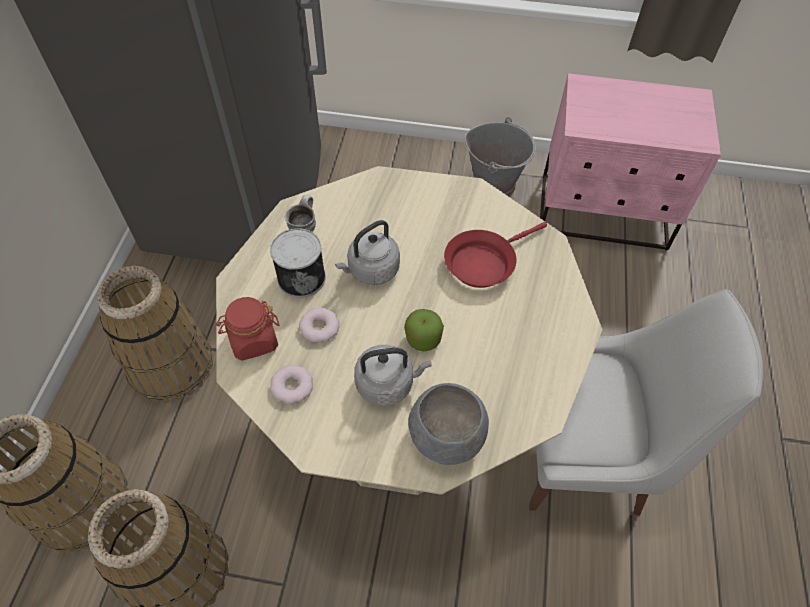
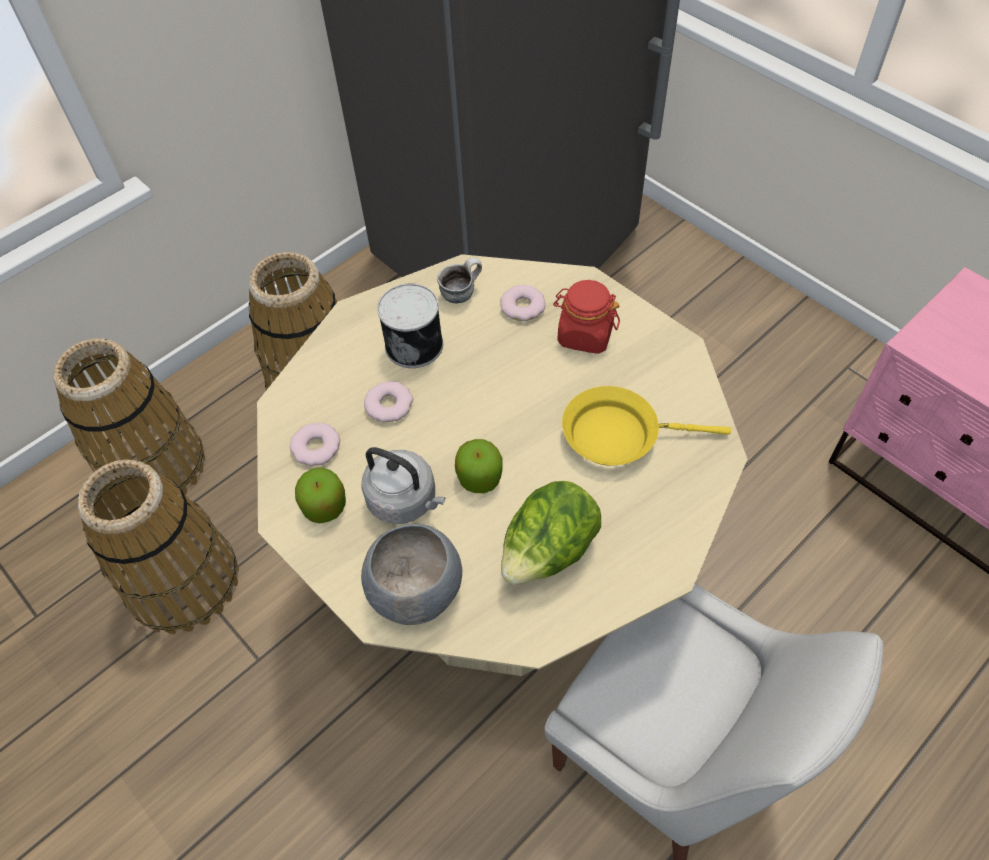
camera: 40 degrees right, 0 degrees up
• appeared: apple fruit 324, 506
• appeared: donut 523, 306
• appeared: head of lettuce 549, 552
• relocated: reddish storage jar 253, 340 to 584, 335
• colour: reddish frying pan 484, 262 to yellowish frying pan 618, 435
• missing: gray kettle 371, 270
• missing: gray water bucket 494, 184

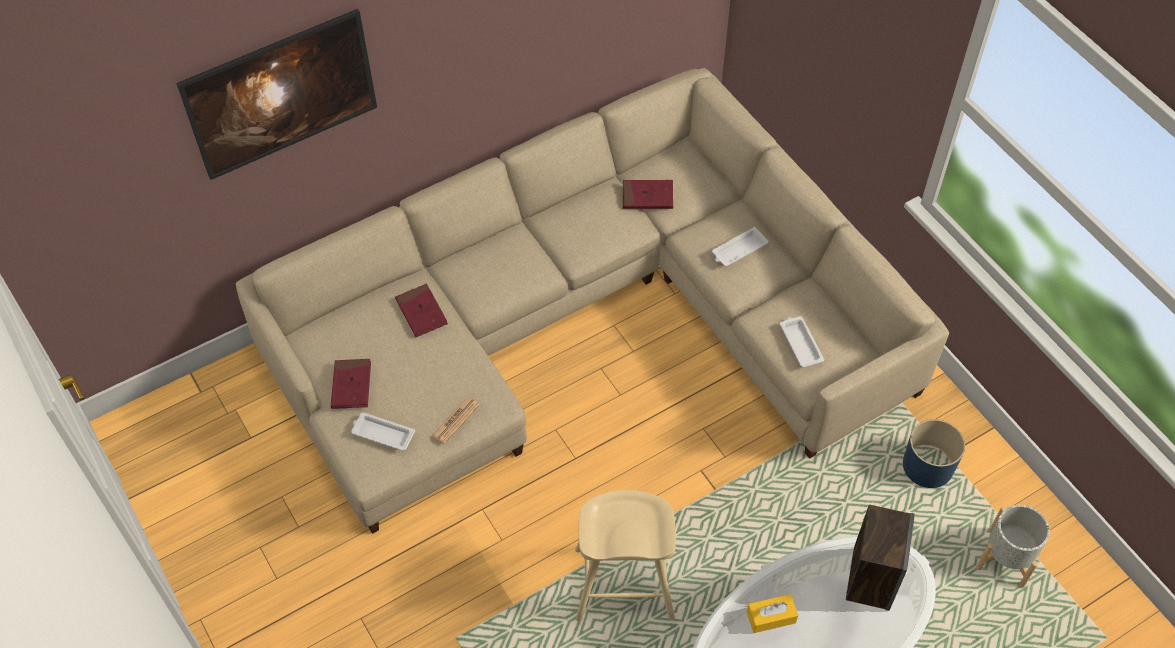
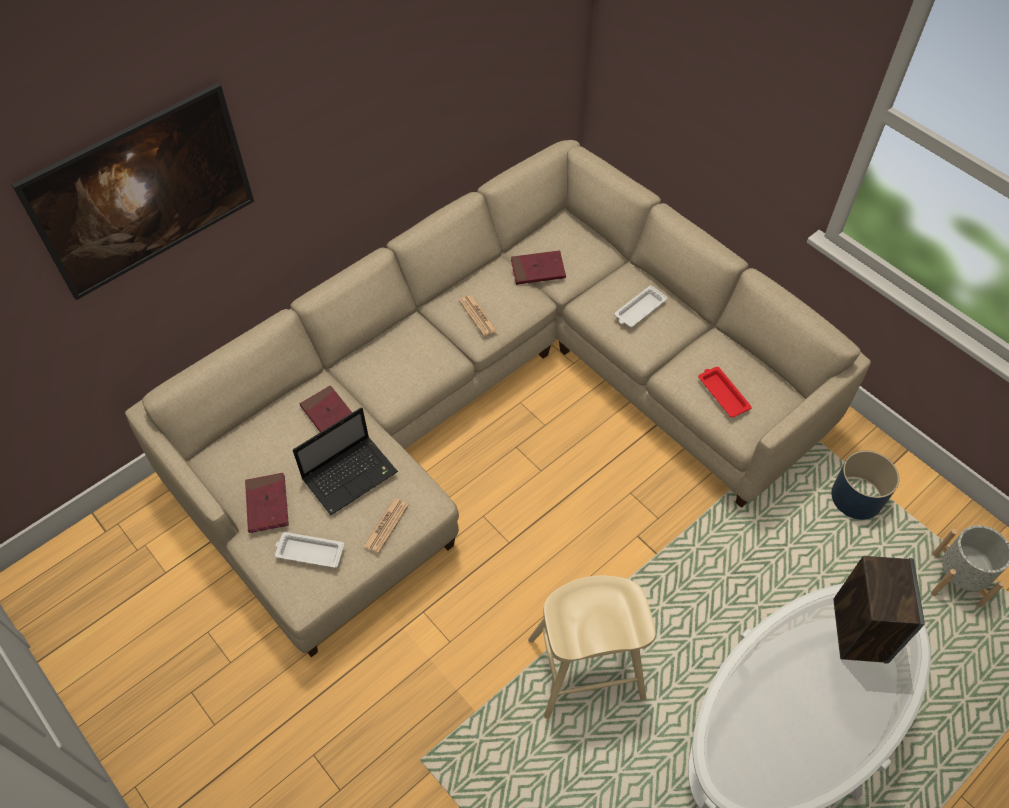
camera: 10 degrees left, 0 degrees up
• appeared: notebook computer 351, 474
• appeared: daily paper 478, 316
• colour: white tray 800, 343 to reddish tray 722, 393
• missing: yellowish tissue holder 771, 617

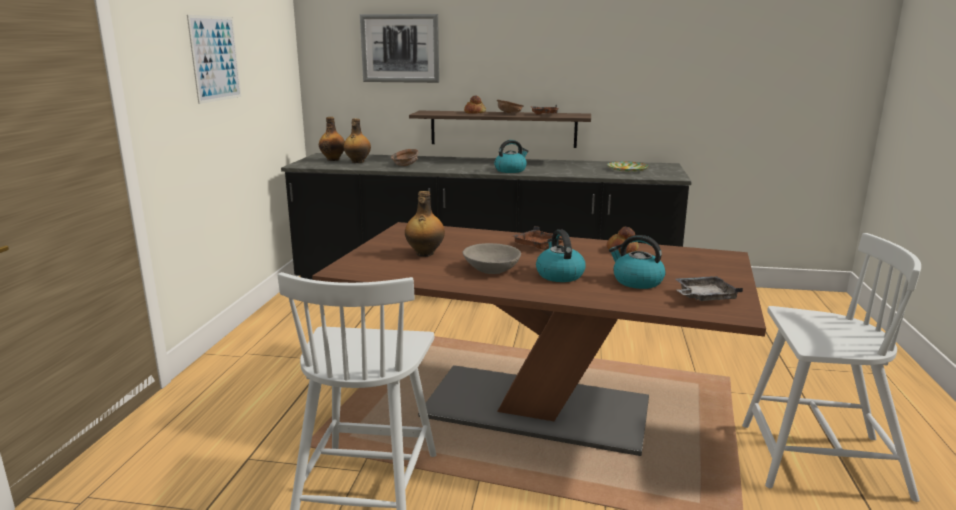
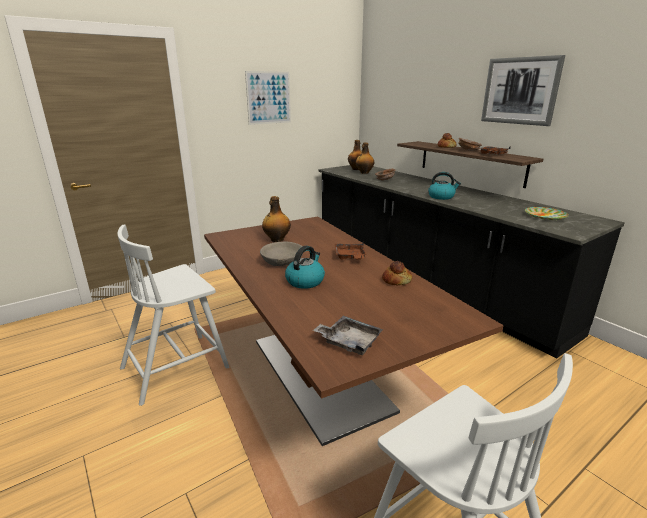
camera: 45 degrees right, 5 degrees up
• relocated: wall picture 400, 48 to 520, 91
• missing: kettle 636, 281

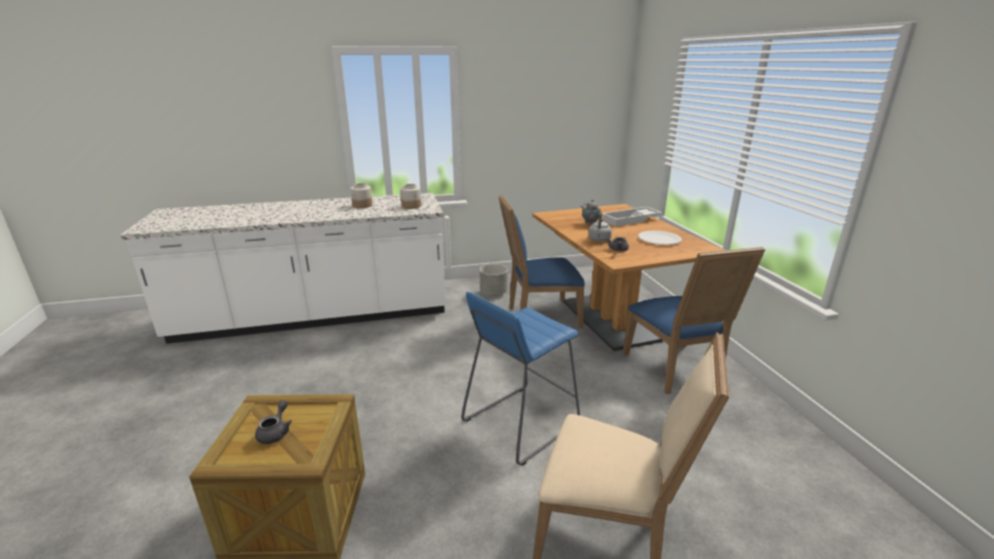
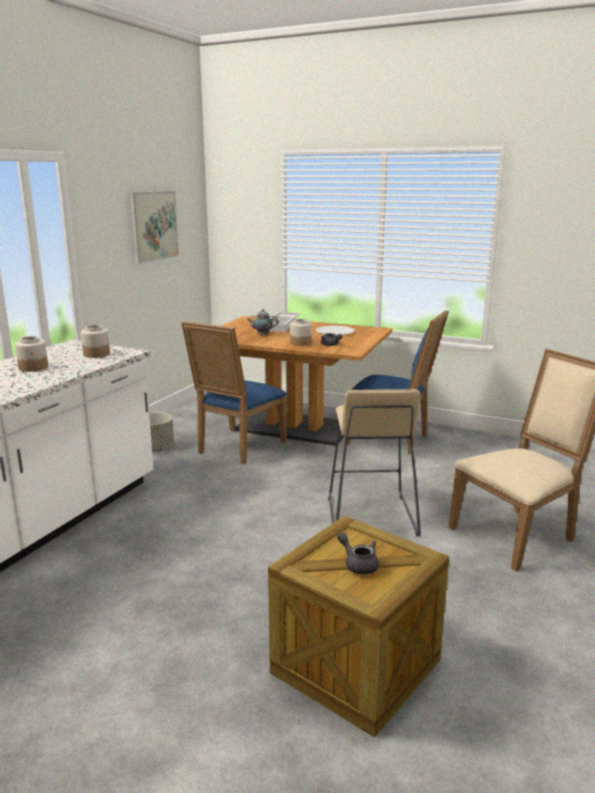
camera: 50 degrees left, 5 degrees down
• appeared: wall picture 154, 226
• exchanged: gray kettle 599, 240 to storage jar 300, 343
• colour: blue stool 520, 423 to sand-coloured stool 370, 516

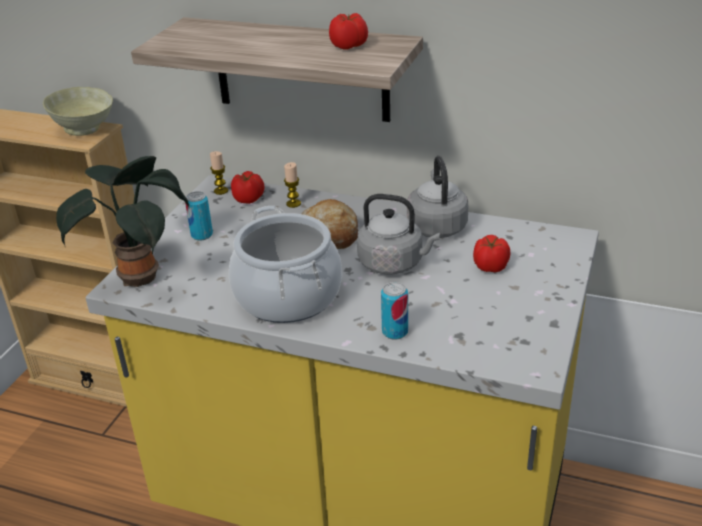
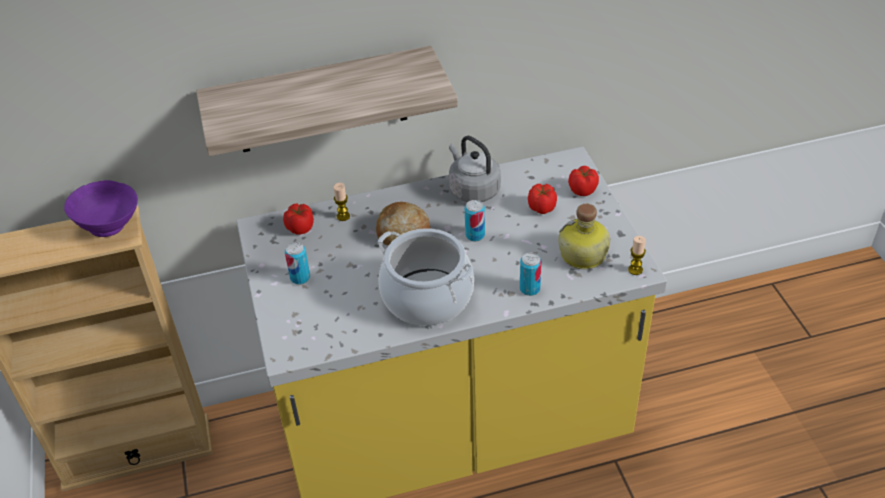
camera: 35 degrees left, 10 degrees up
• colour: sand-coloured bowl 84, 130 to purple bowl 110, 226
• exchanged: gray kettle 394, 263 to metal can 475, 235
• appeared: drink bottle 583, 256
• relocated: fresh tomato 349, 46 to 583, 190
• relocated: wax light 221, 191 to 635, 270
• missing: houseplant 140, 275

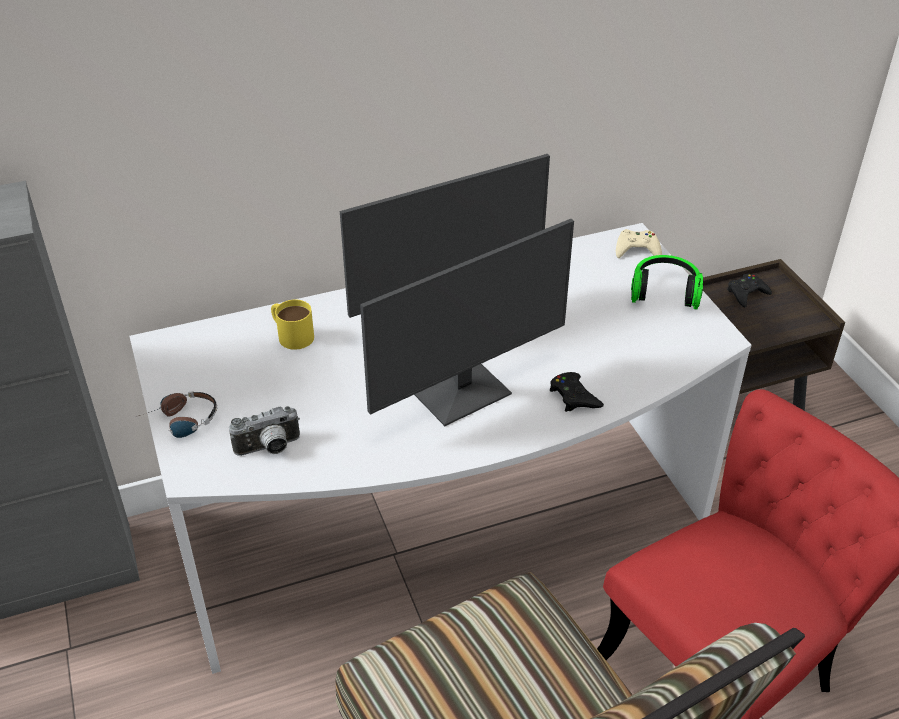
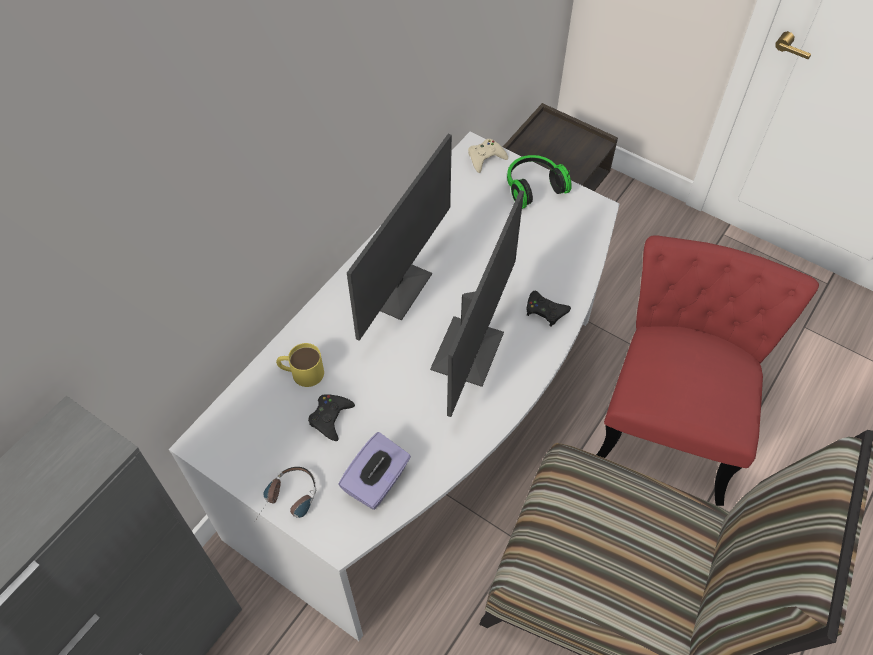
camera: 35 degrees left, 15 degrees up
• relocated: black-coloured game controller 746, 293 to 330, 418
• exchanged: still camera 269, 449 to purple tissue holder 377, 482

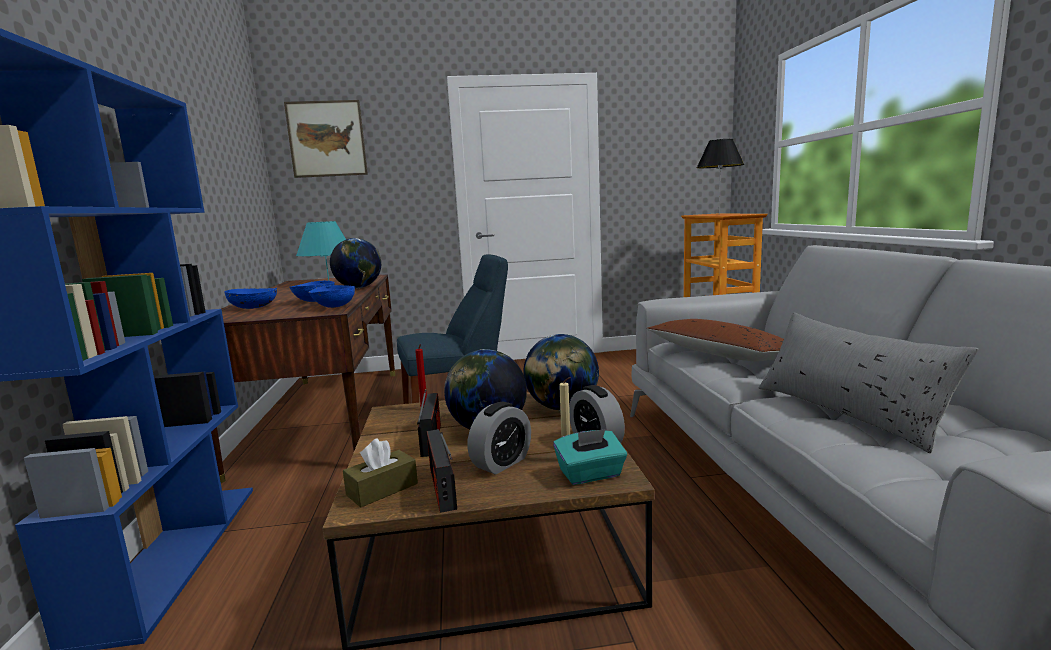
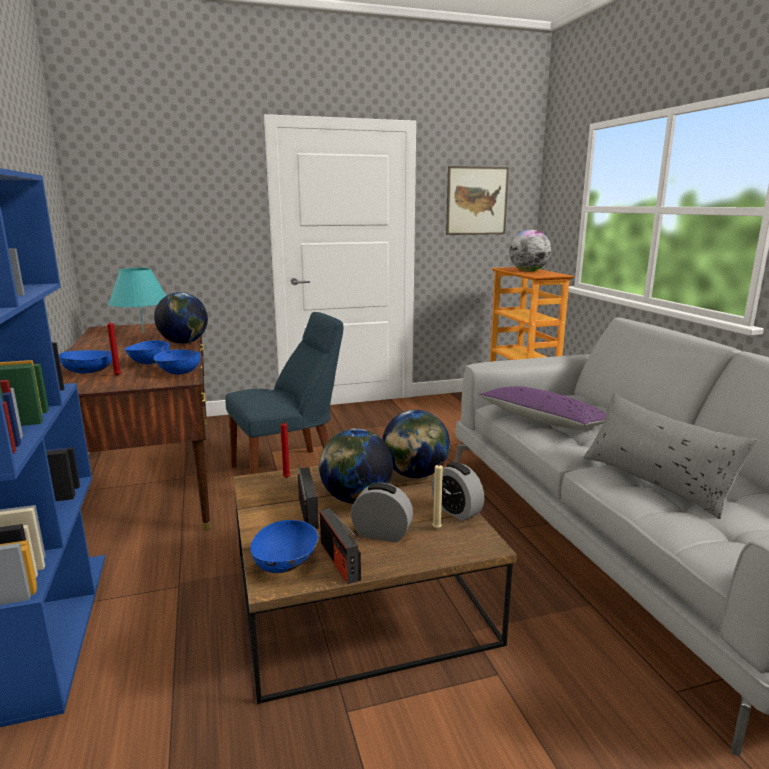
camera: 10 degrees left, 5 degrees up
• appeared: reddish wax light 118, 375
• exchanged: brown-coloured tissue holder 382, 489 to blue bowl 286, 564
• spun: table clock 501, 463 = 382, 534 105 degrees counterclockwise
• relocated: wall picture 327, 139 to 477, 201
• colour: brown-coloured cushion 719, 355 to purple cushion 543, 420
• exchanged: black-coloured lamp for a table 718, 214 to desk globe 528, 271
• missing: turquoise-coloured tissue holder 590, 474

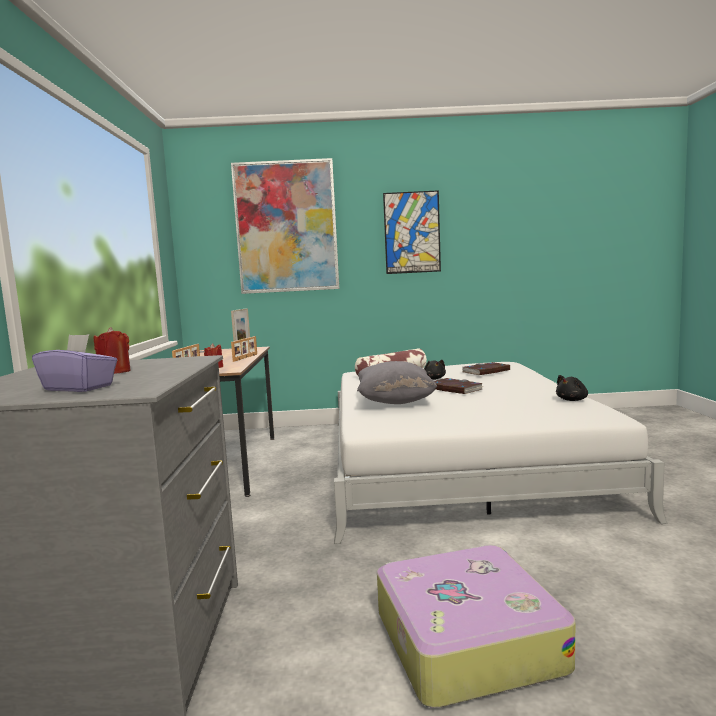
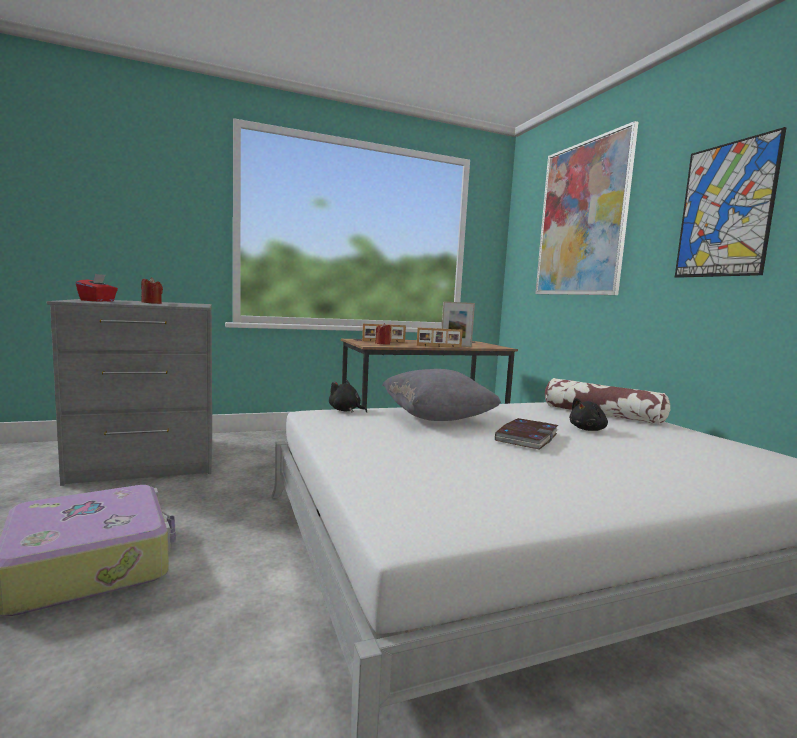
camera: 70 degrees right, 0 degrees up
• colour: purple tissue holder 79, 388 to reddish tissue holder 98, 301
• relocated: black-coloured soft toy 572, 400 to 345, 410
• missing: volume 486, 371

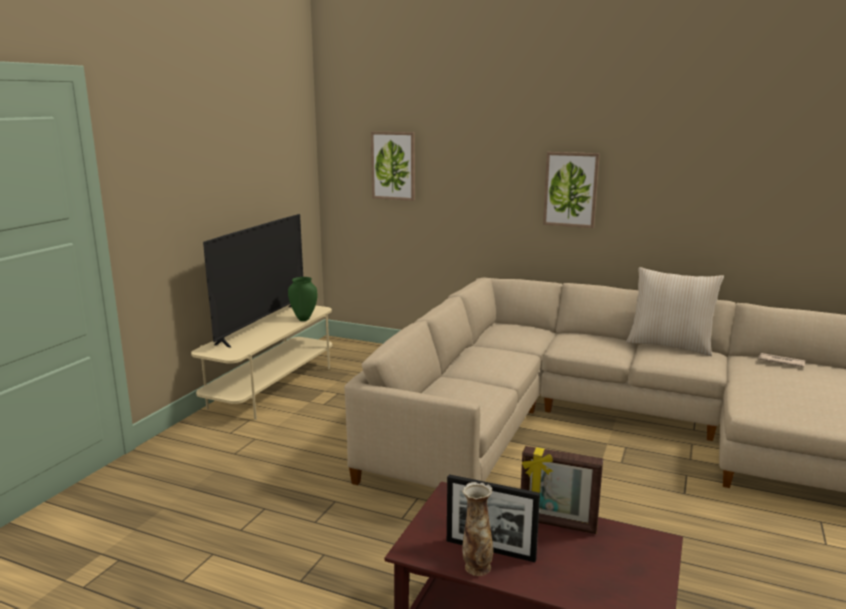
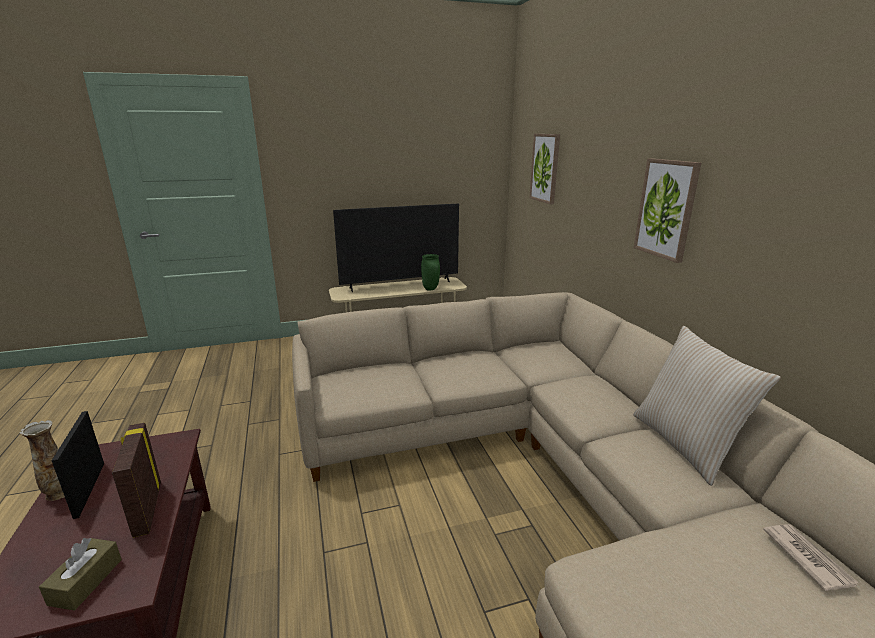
camera: 50 degrees right, 5 degrees up
• appeared: brown-coloured tissue holder 86, 581

